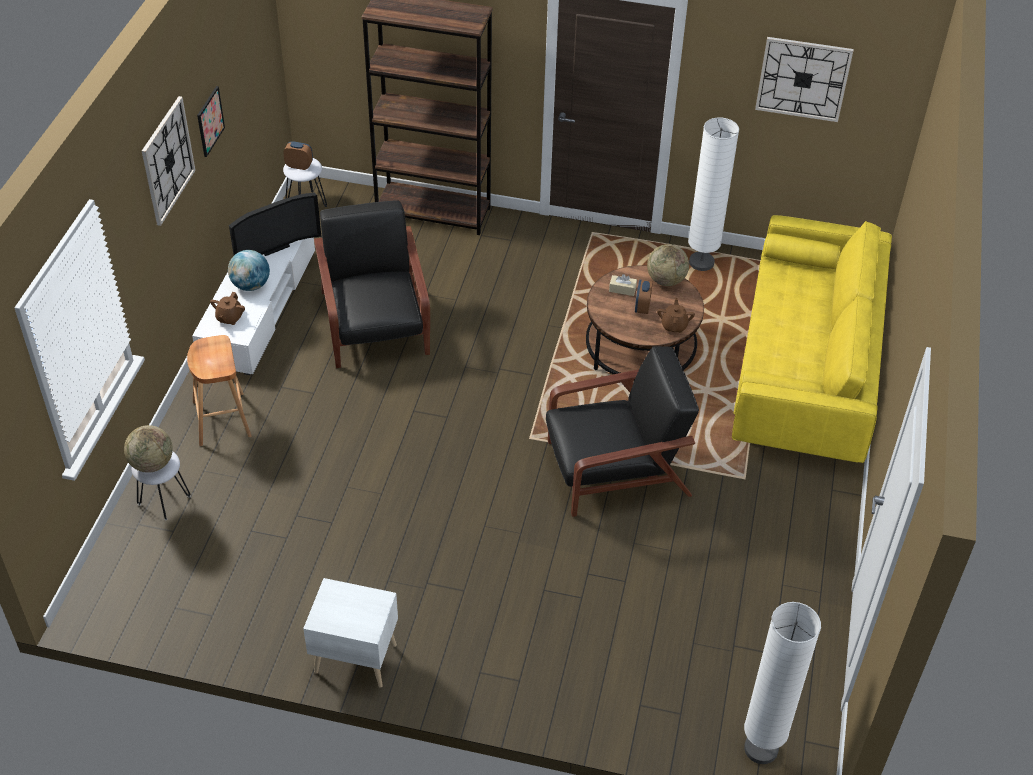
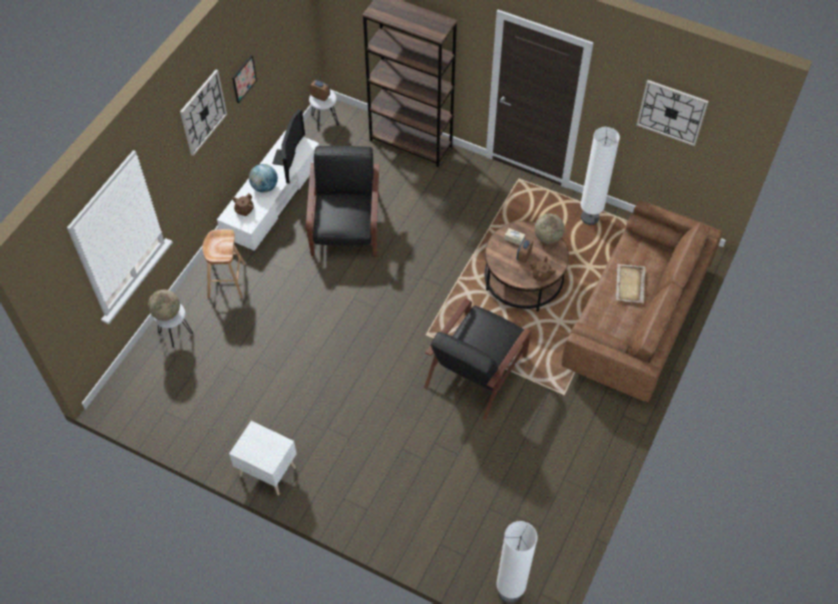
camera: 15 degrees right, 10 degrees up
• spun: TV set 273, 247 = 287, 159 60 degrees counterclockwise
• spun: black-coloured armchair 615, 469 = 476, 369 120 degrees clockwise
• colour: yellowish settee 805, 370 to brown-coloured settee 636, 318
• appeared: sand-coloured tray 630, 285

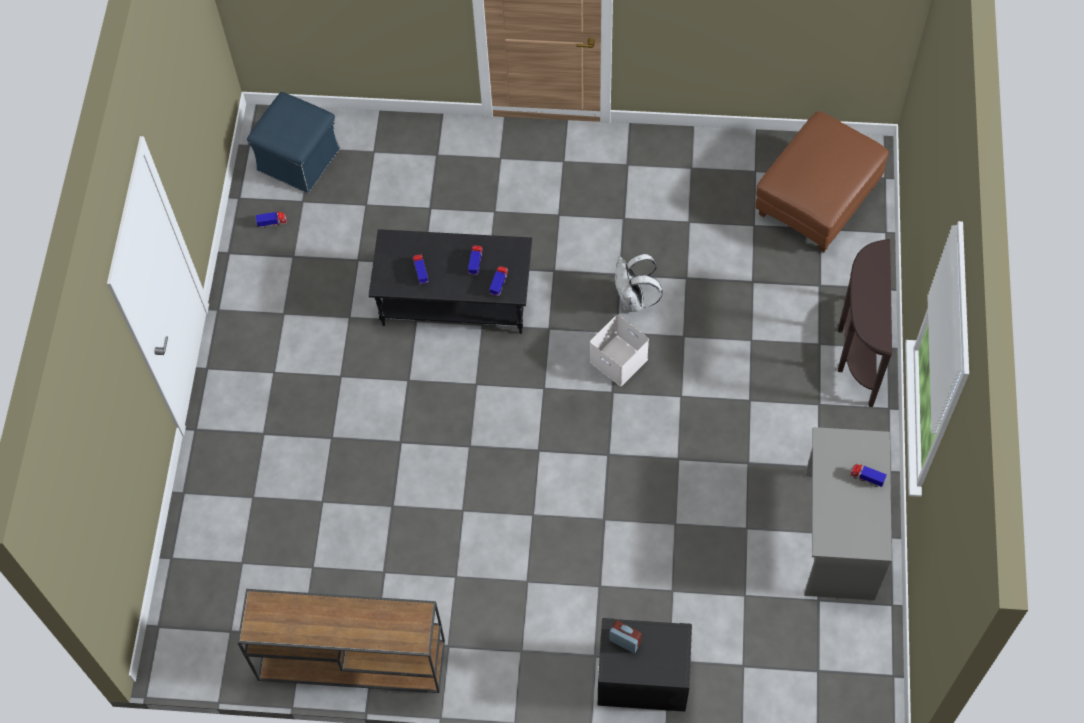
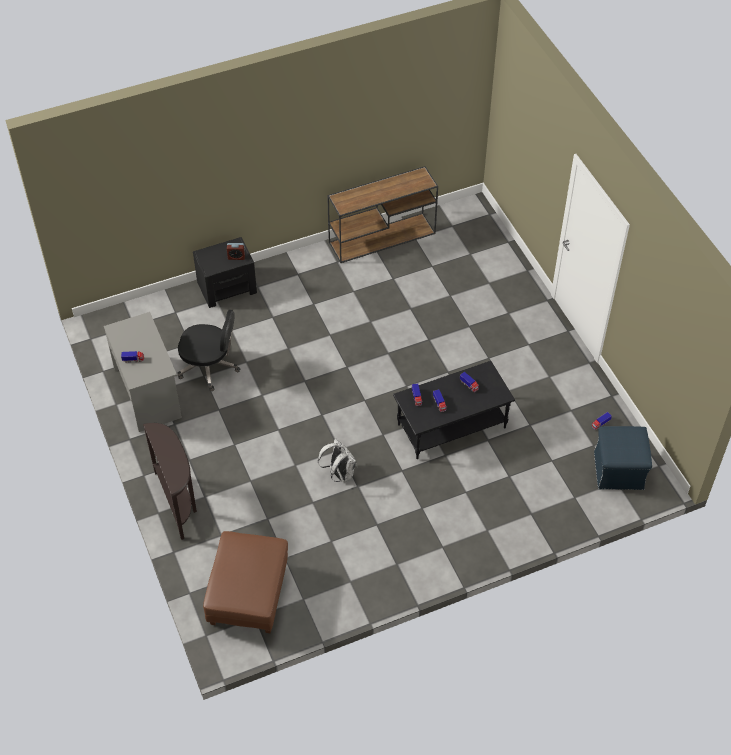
camera: 150 degrees right, 10 degrees down
• appeared: black-coloured computer chair 210, 367
• missing: white storage bin 620, 360

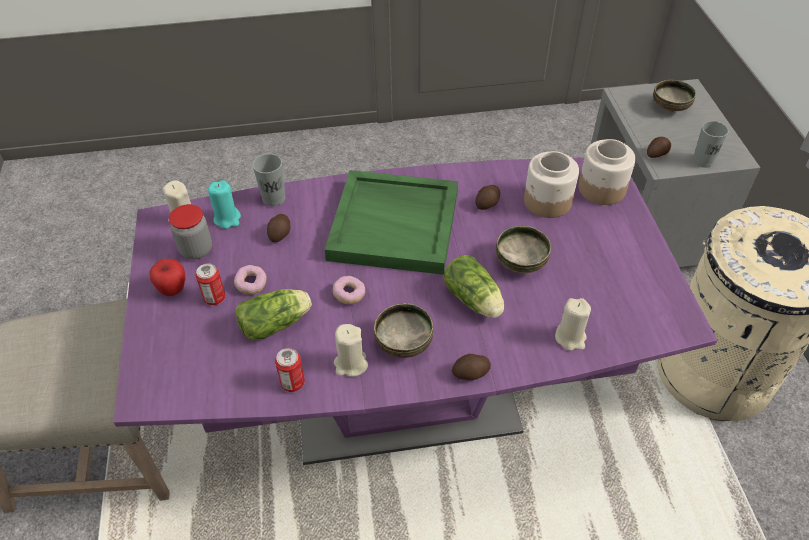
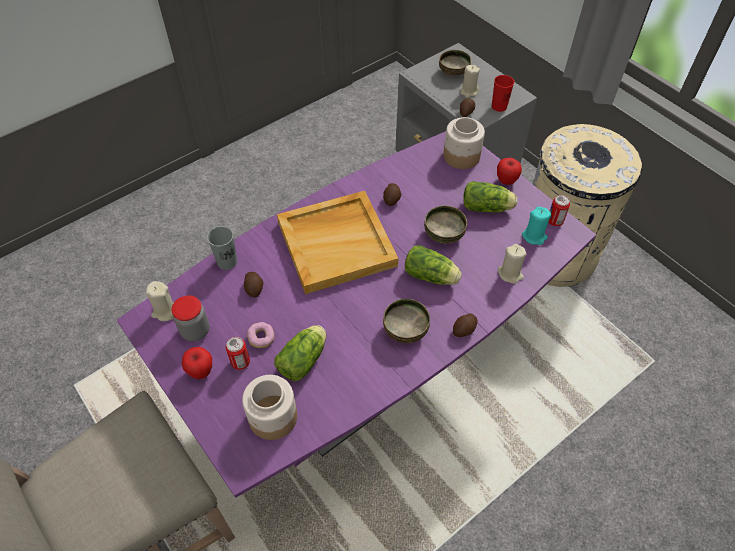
camera: 30 degrees left, 5 degrees up
• relocated: storage jar 547, 202 to 273, 418
• colour: greenish tray 395, 224 to sand-coloured tray 337, 243
• relocated: sand-coloured wax light 350, 364 to 469, 92
• appeared: head of lettuce 488, 207
• colour: gray drinking cup 702, 161 to reddish drinking cup 499, 106
• appeared: apple fruit 506, 181
• relocated: turquoise-coloured wax light 227, 219 to 534, 236
• relocated: metal can 293, 383 to 555, 221
• missing: donut 349, 295

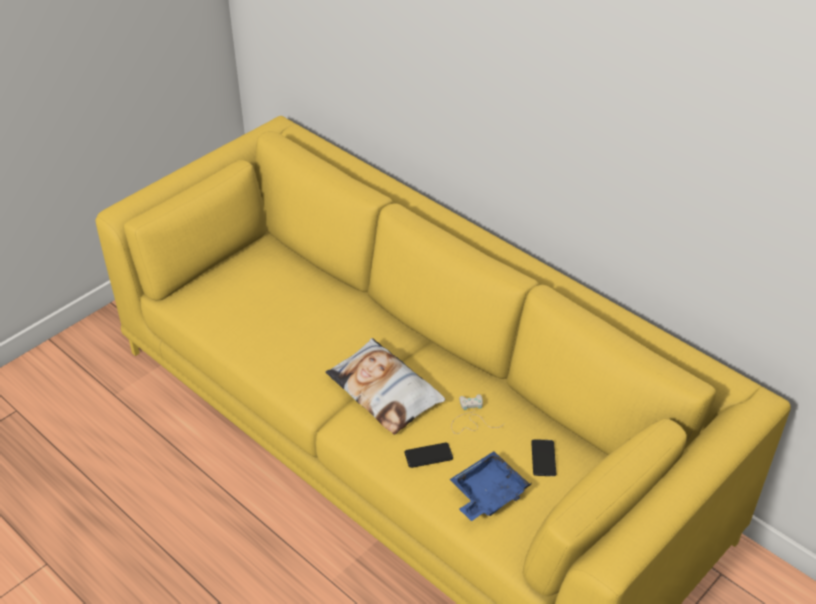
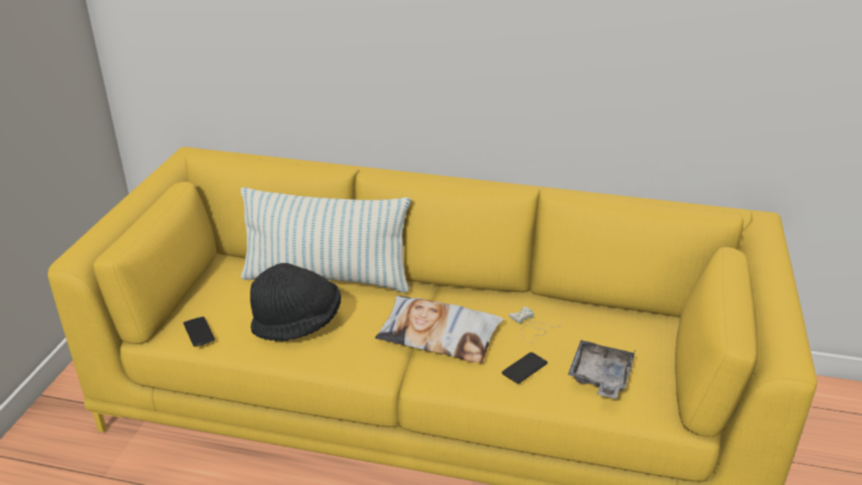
camera: 30 degrees left, 10 degrees down
• relocated: phone 543, 458 to 199, 332
• appeared: cushion 327, 278
• appeared: black-coloured clothing hat 298, 324
• colour: blue tray 487, 494 to gray tray 600, 377

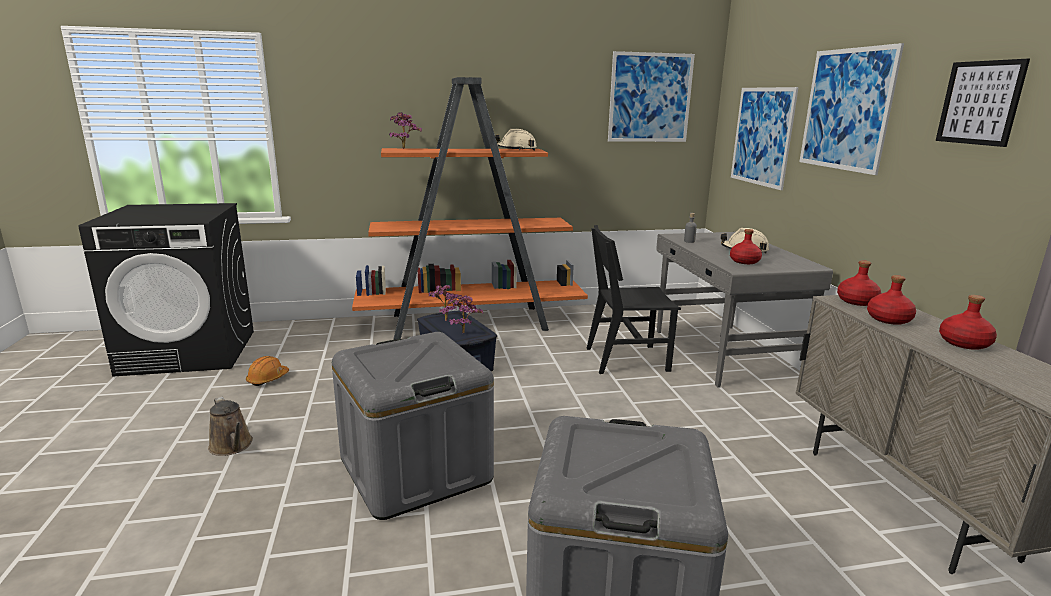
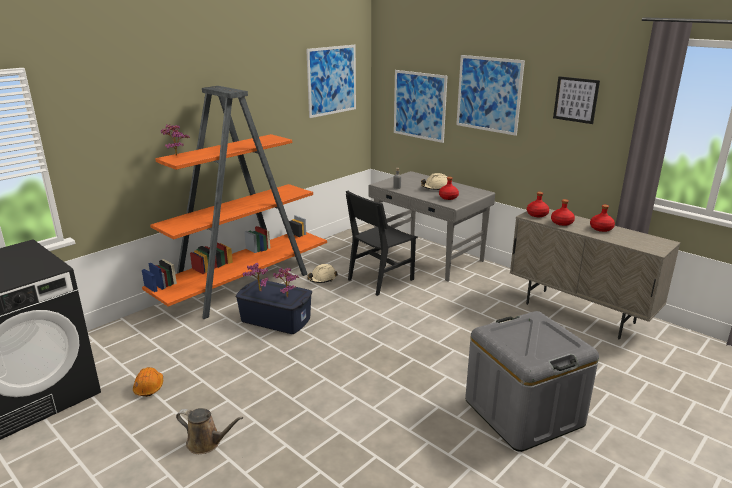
camera: 35 degrees left, 5 degrees up
• relocated: sand-coloured work helmet 516, 150 to 322, 279
• missing: gray storage bin 415, 469

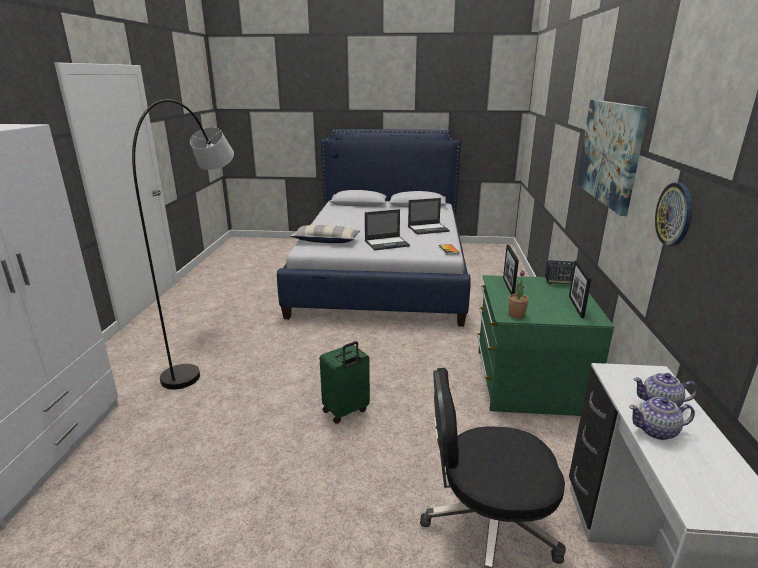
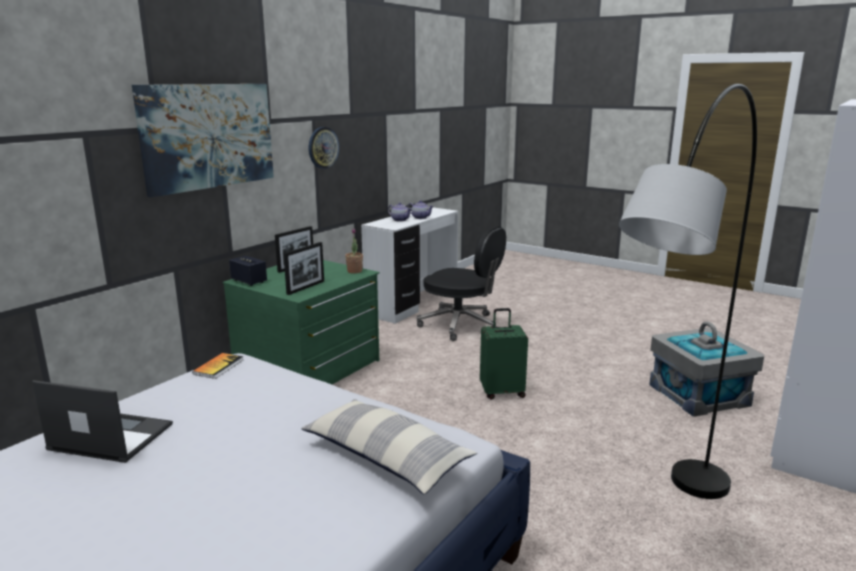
camera: 150 degrees left, 5 degrees down
• appeared: gray storage bin 699, 395
• missing: notebook computer 387, 243

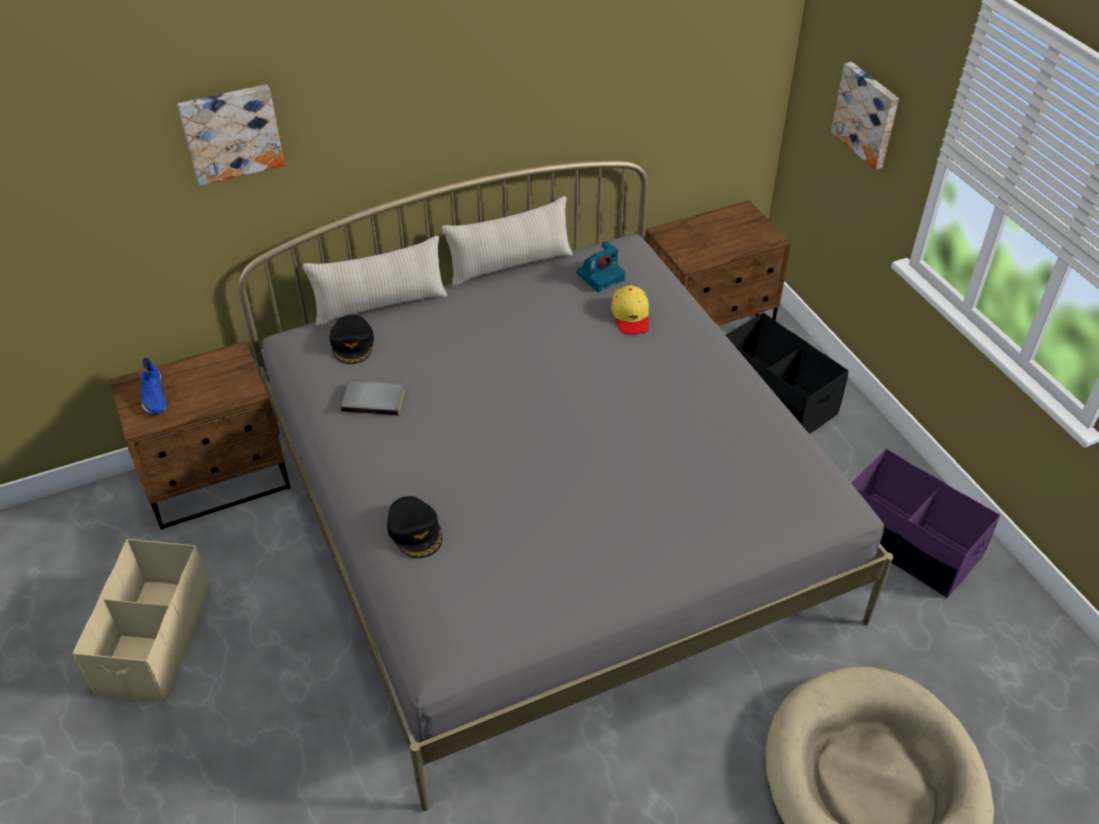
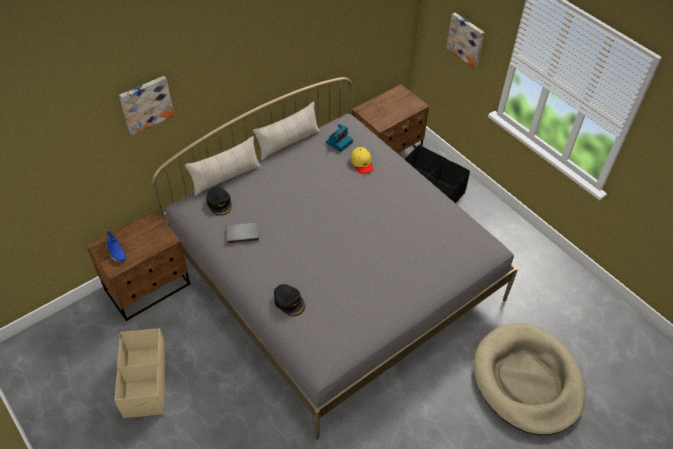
camera: 15 degrees left, 5 degrees up
• missing: purple storage bin 907, 544

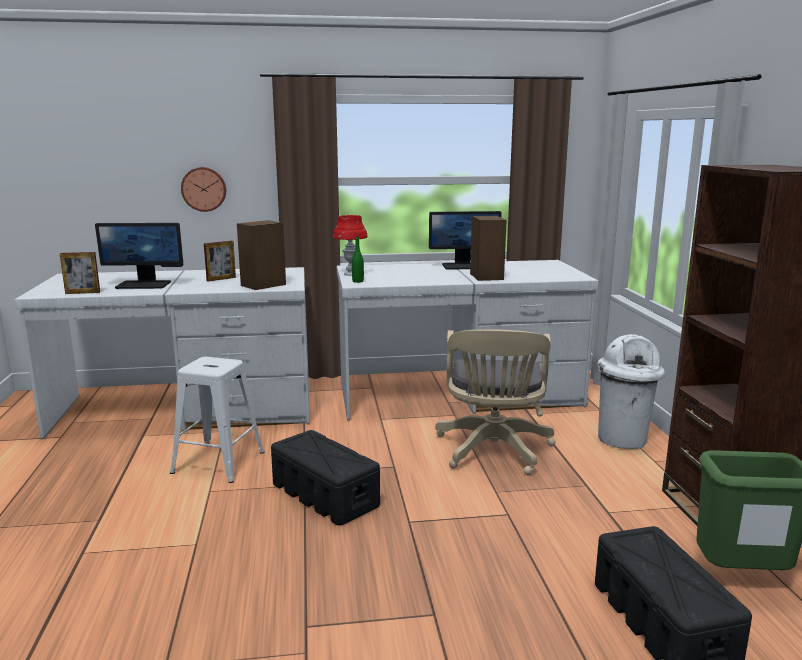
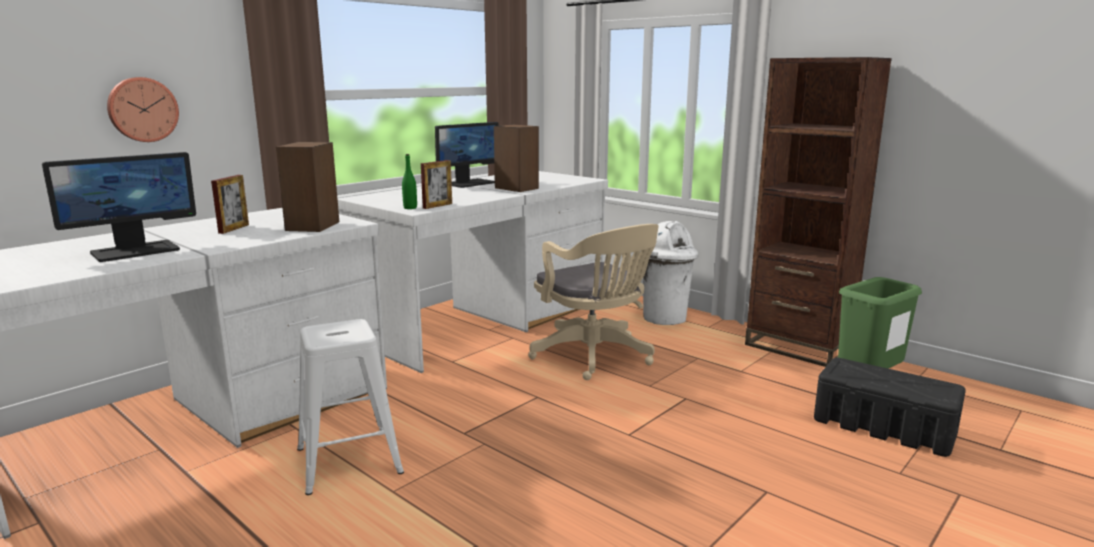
camera: 40 degrees left, 0 degrees up
• relocated: photo frame 82, 293 to 437, 206
• missing: black-coloured storage bin 324, 495
• missing: reddish lamp for a table 351, 274

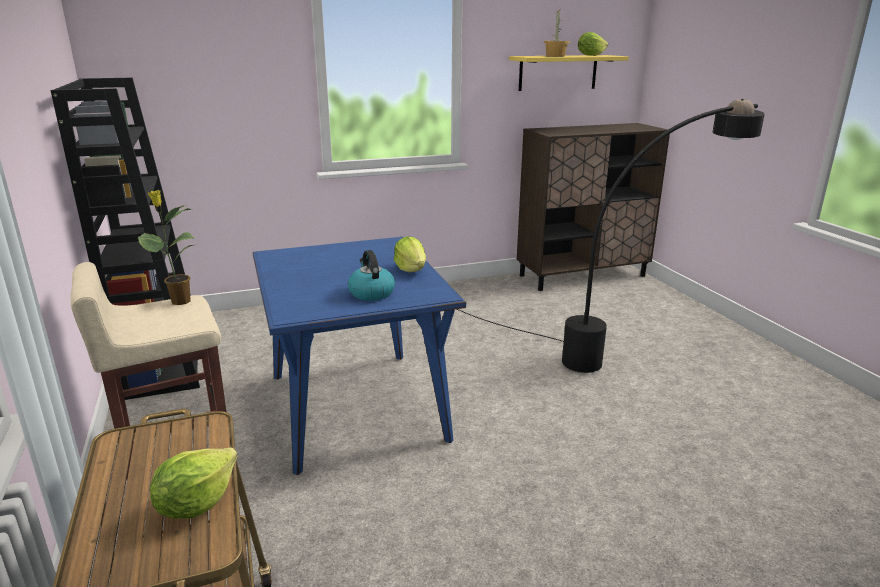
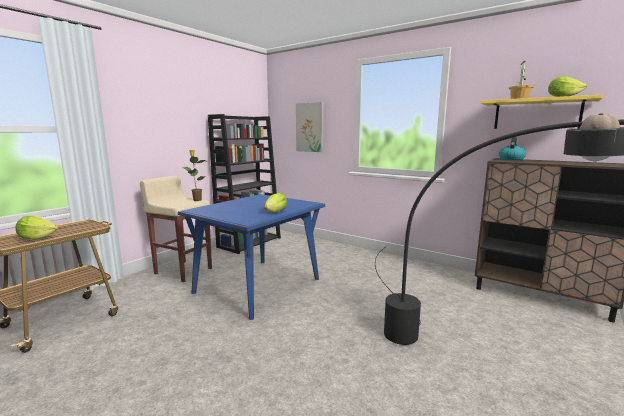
camera: 55 degrees right, 10 degrees down
• appeared: wall picture 310, 127
• relocated: kettle 371, 293 to 511, 159

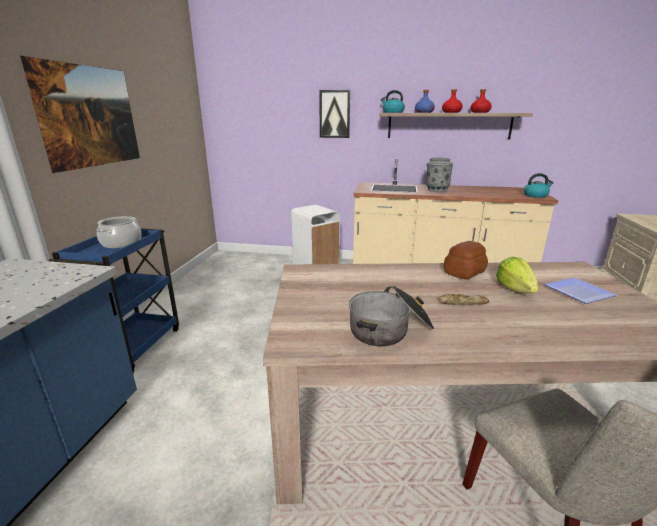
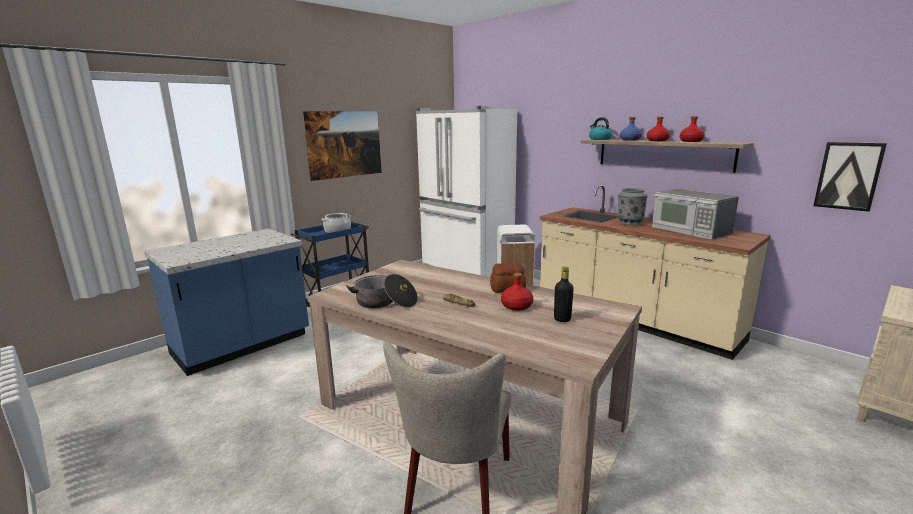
camera: 35 degrees right, 5 degrees down
• appeared: white kitchen fridge 465, 271
• exchanged: head of lettuce 515, 289 to reddish drink bottle 517, 306
• exchanged: dinner plate 576, 292 to black-coloured drink bottle 562, 319
• appeared: kitchen microwave 690, 230
• relocated: wall picture 334, 114 to 848, 176
• missing: kettle 535, 195

